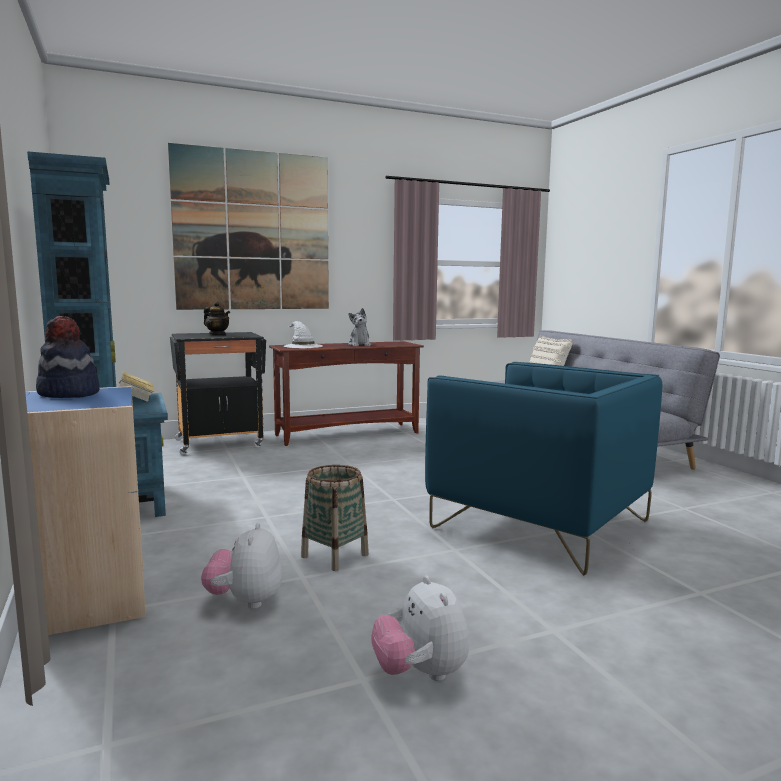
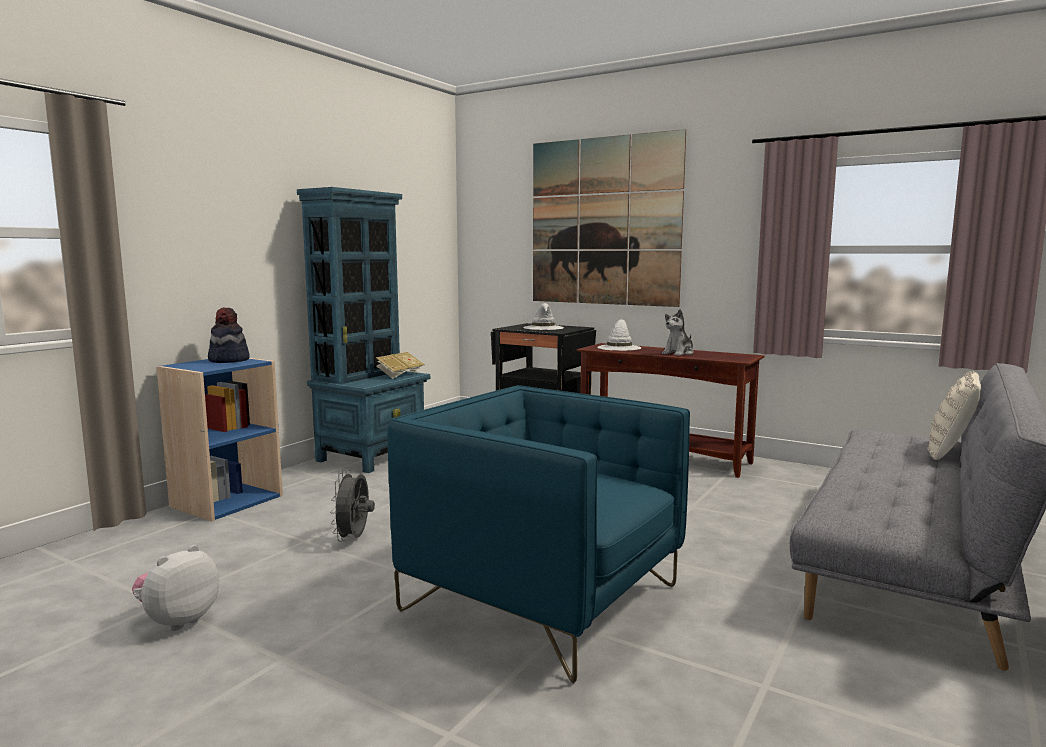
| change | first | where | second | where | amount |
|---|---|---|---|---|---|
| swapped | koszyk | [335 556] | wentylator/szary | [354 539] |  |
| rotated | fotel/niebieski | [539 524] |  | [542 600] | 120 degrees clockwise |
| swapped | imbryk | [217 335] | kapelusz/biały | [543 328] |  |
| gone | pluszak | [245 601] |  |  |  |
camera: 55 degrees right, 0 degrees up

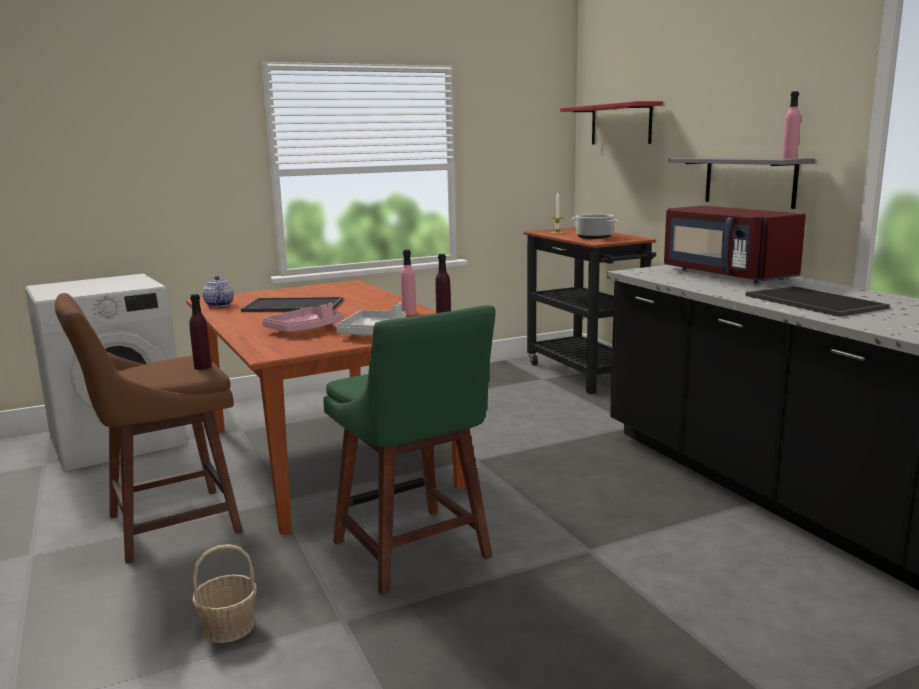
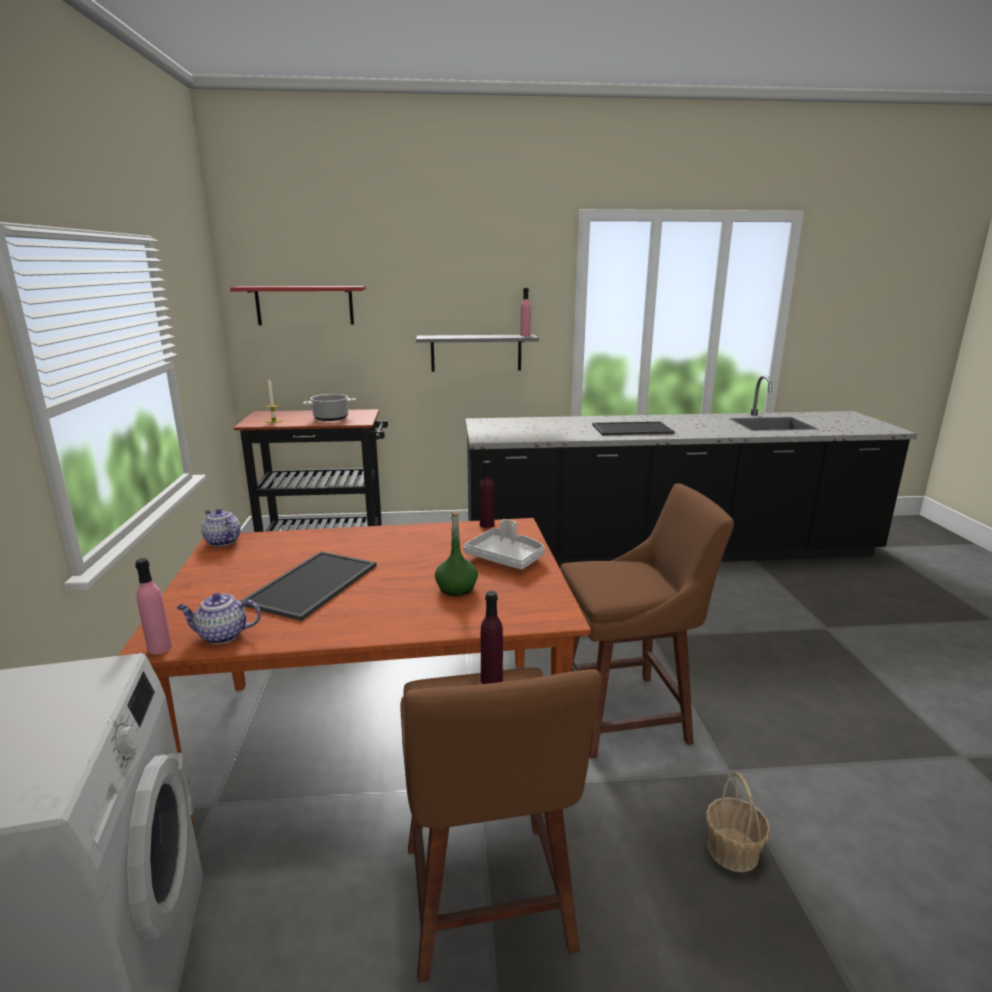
| change | first | where | second | where | amount |
|---|---|---|---|---|---|
| shifted | butelka/różowy | [409 313] |  | [159 648] |  |
| new |  |  | imbryk | [222 541] |  |
| swapped | taca/różowy | [304 329] | butelka/zielony | [457 588] |  |
| repainted | stołek/zielony | [413 552] | stołek/brązowy | [628 713] |  |
| gone | mikrofalówka/czerwony | [725 275] |  |  |  |
camera: 70 degrees left, 5 degrees up

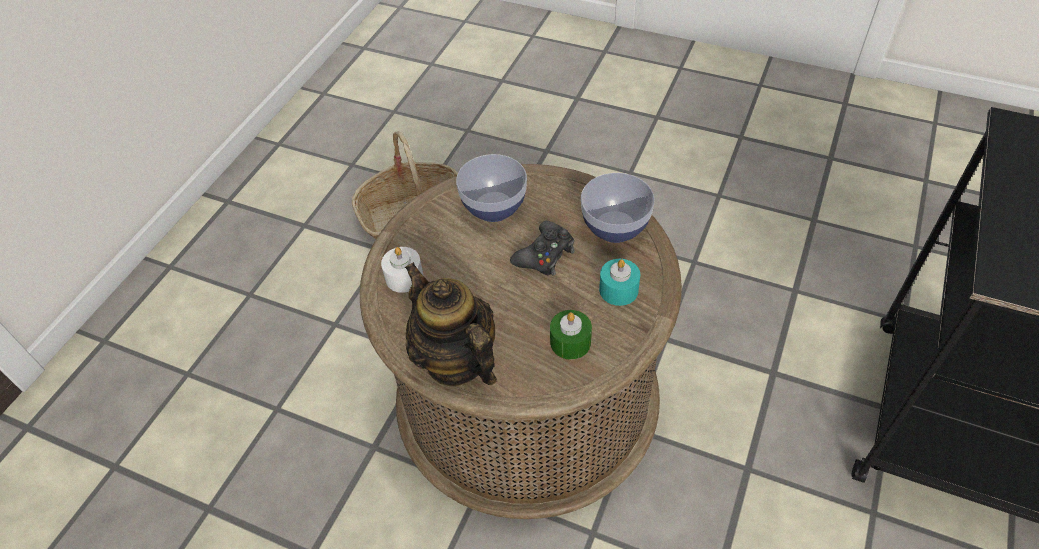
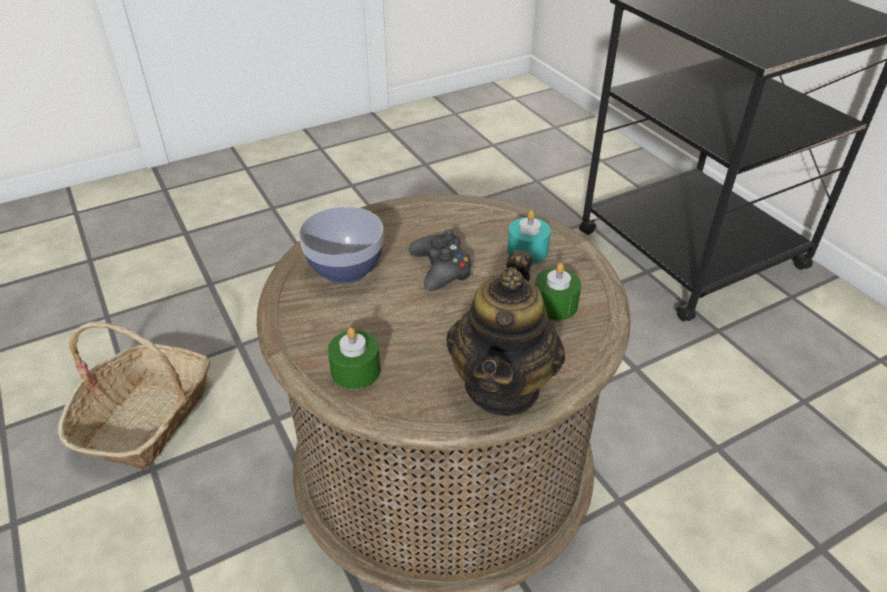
| change | first | where | second | where | amount |
|---|---|---|---|---|---|
| repainted | świeca/biały | [404 277] | świeca/zielony | [355 370] |  |
| rotated | imbryk | [455 360] |  | [503 387] | 75 degrees counterclockwise |
| gone | miska | [614 227] |  |  |  |
camera: 55 degrees left, 10 degrees down

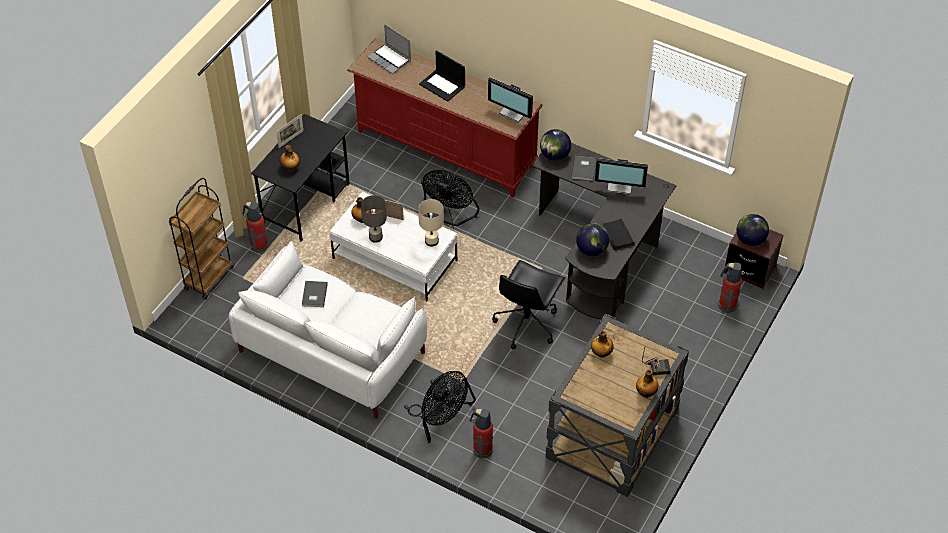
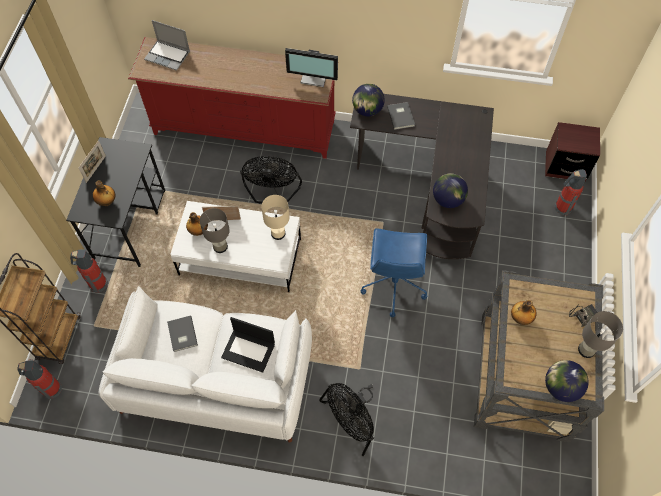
| change | first | where | second | where | amount |
|---|---|---|---|---|---|
| shifted | gaśnica | [481 449] |  | [50 389] |  |
| shifted | laptop | [443 85] |  | [249 350] |  |
| rotated | wentylator/czarny | [439 417] |  | [352 417] | 120 degrees clockwise |
| repainted | krzesło biurowe/czarny | [527 322] | krzesło biurowe/niebieski | [394 283] |  |
| shifted | globus | [750 240] |  | [561 387] |  |
| swapped | butelka | [646 393] | lampa stołowa/szary | [586 349] |  |
| gone | monitor | [620 185] |  |  |  |
| gone | książka/czarny | [616 236] |  |  |  |
camera: 20 degrees left, 10 degrees up

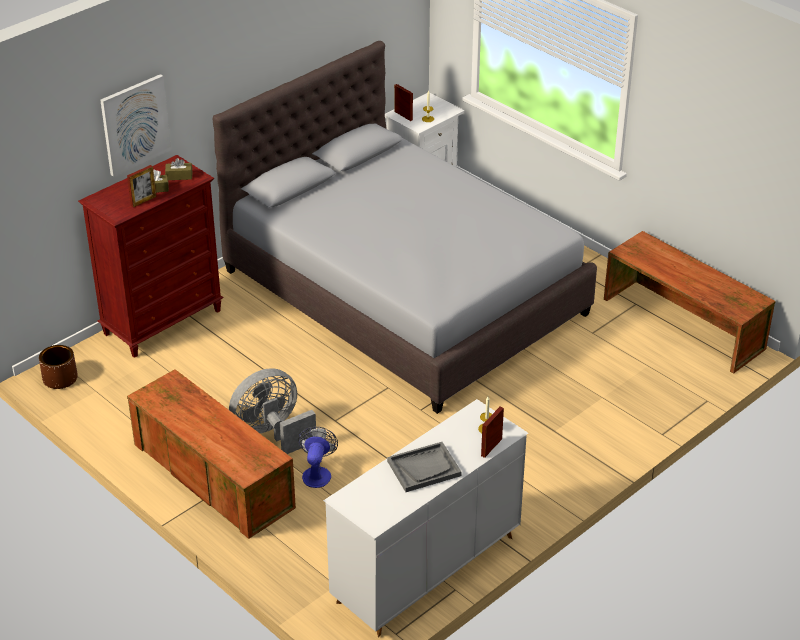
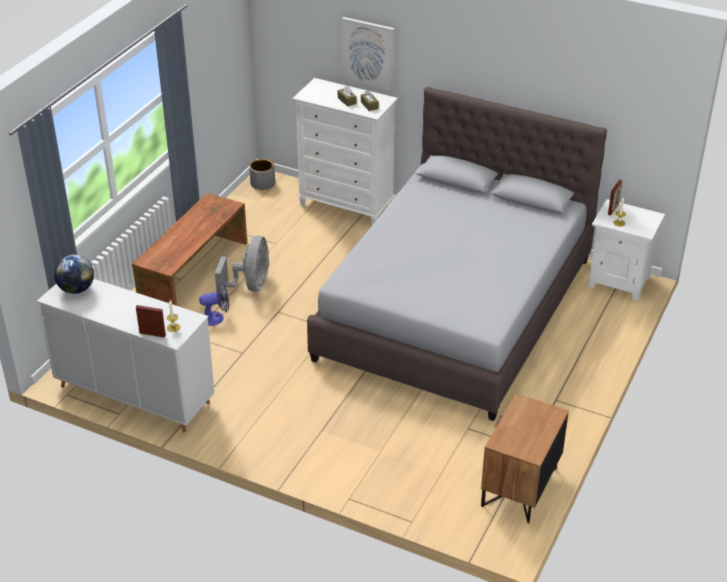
| change | first | where | second | where | amount |
|---|---|---|---|---|---|
| new |  |  | globus | [76 289] |  |
| rotated | wentylator/szary | [272 433] |  | [250 286] | 60 degrees clockwise |
| repainted | donica/brązowy | [60 379] | donica/szary | [262 183] |  |
| repainted | komoda/czerwony | [163 322] | komoda/biały | [347 206] |  |
| swapped | ławka/brązowy | [685 323] | szafka nocna/brązowy | [520 488] |  |
| gone | ramka na zdjęcie | [143 201] |  |  |  |
| gone | taca/szary | [424 468] |  |  |  |
camera: 70 degrees right, 0 degrees up

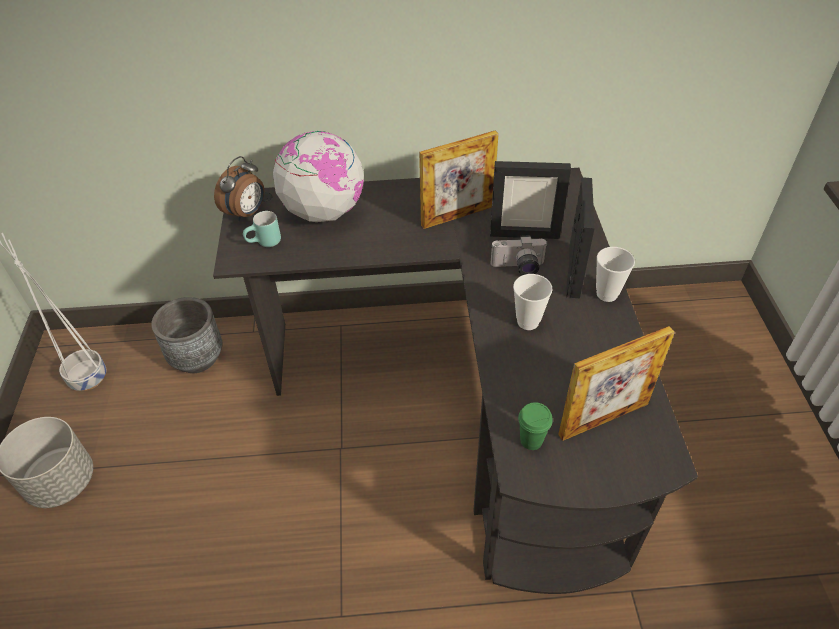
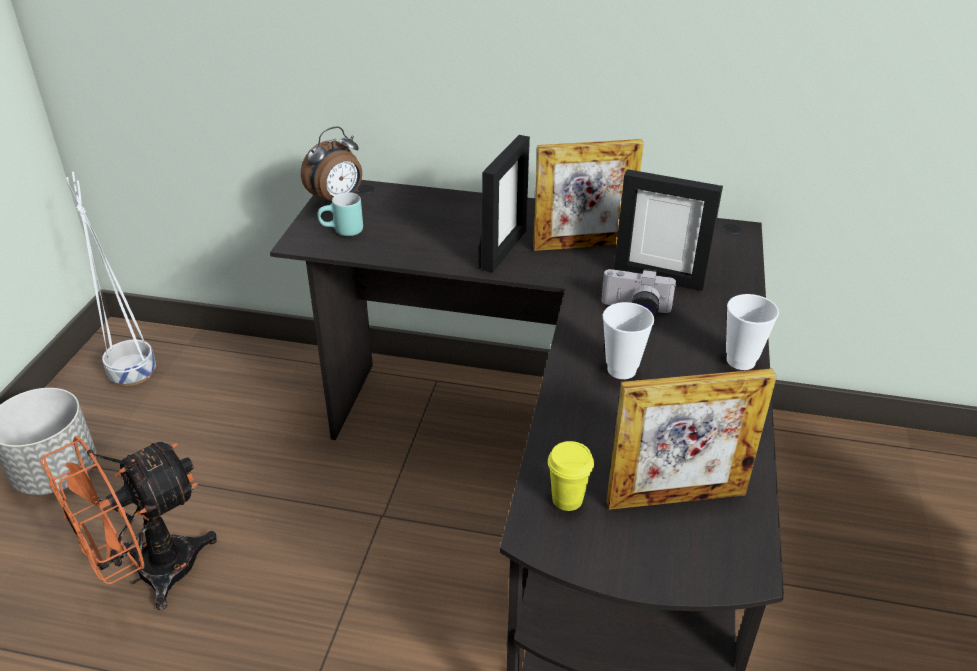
| change | first | where | second | where | amount |
|---|---|---|---|---|---|
| new |  |  | wentylator/pomarańczowy | [150 574] |  |
| shifted | ramka na zdjęcie | [572 271] |  | [503 249] |  |
| repainted | filiżanka/zielony | [531 440] | filiżanka/żółty | [567 499] |  |
| gone | donica/szary | [197 358] |  |  |  |
| gone | globus | [323 212] |  |  |  |
camera: 15 degrees right, 10 degrees down

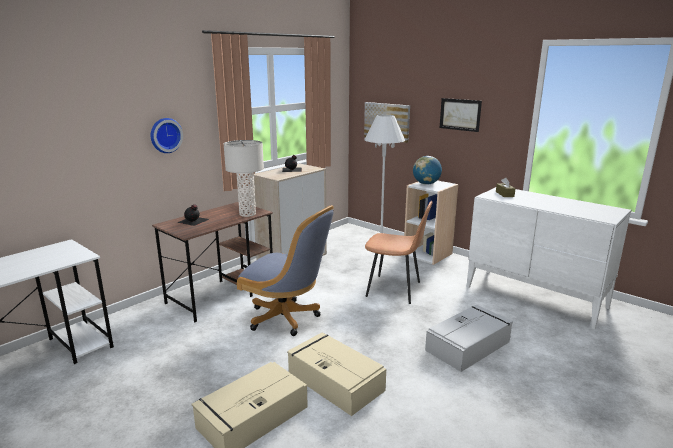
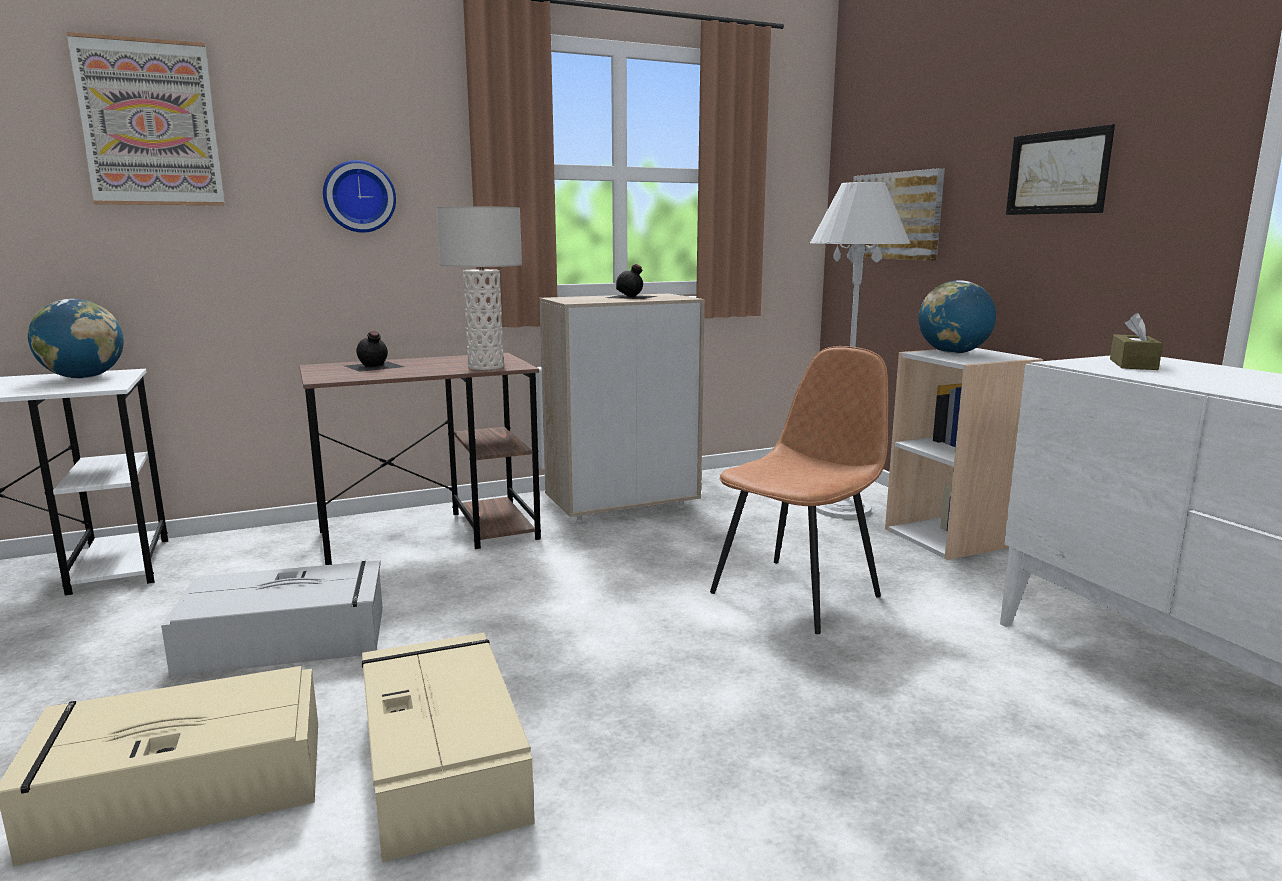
| change | first | where | second | where | amount |
|---|---|---|---|---|---|
| new |  |  | globus | [83 378] |  |
| new |  |  | obraz | [150 123] |  |
| shifted | pojemnik do przechowywania/szary | [468 345] |  | [288 639] |  |
| rotated | krzesło/brązowy | [395 289] |  | [798 593] | 90 degrees counterclockwise |
| gone | krzesło biurowe/niebieski | [289 319] |  |  |  |
camera: 25 degrees right, 5 degrees down

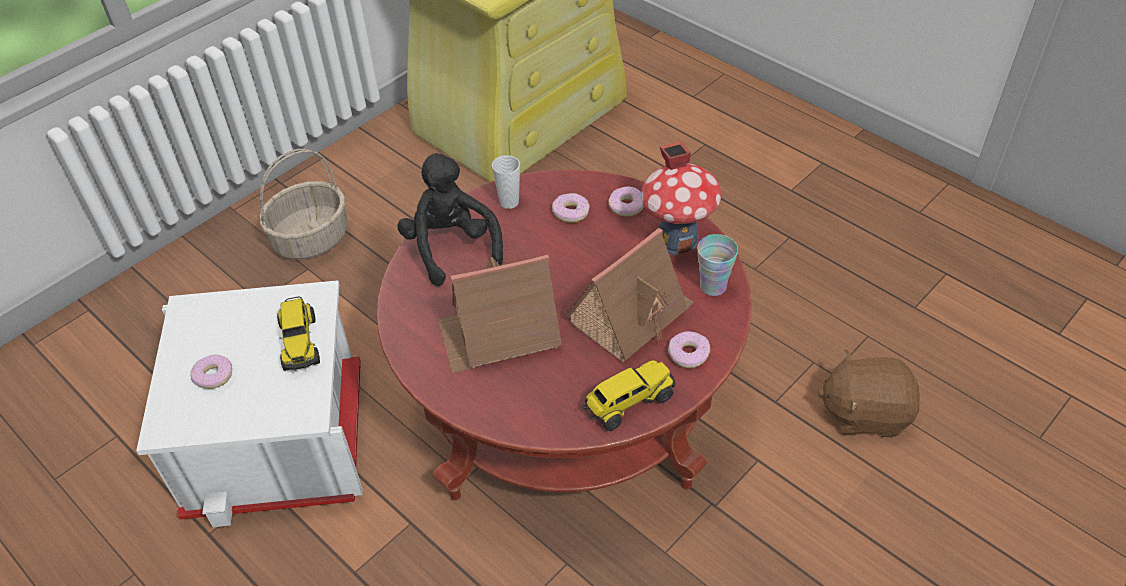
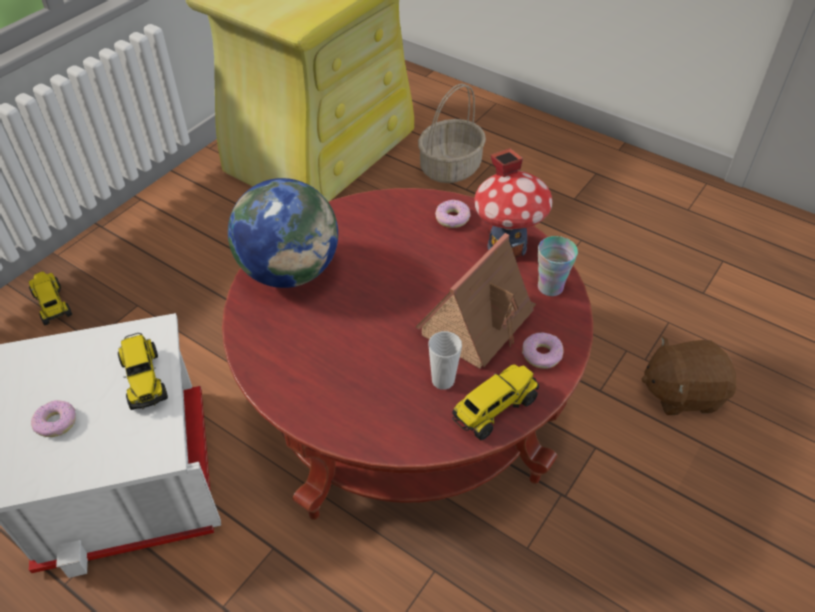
| change | first | where | second | where | amount |
|---|---|---|---|---|---|
| new |  |  | ciężarówka zabawkowa | [52 305] |  |
| swapped | pluszak/czarny | [451 248] | globus | [289 271] |  |
| shifted | koszyk | [311 238] |  | [450 167] |  |
| shifted | filiżanka | [509 202] |  | [443 380] |  |
| gone | domek | [500 333] |  |  |  |
| gone | donut | [571 212] |  |  |  |
camera: 10 degrees left, 0 degrees up

